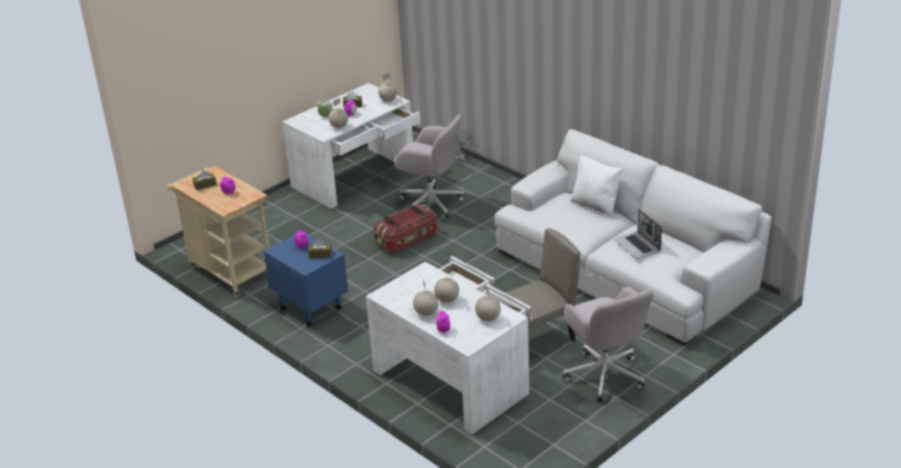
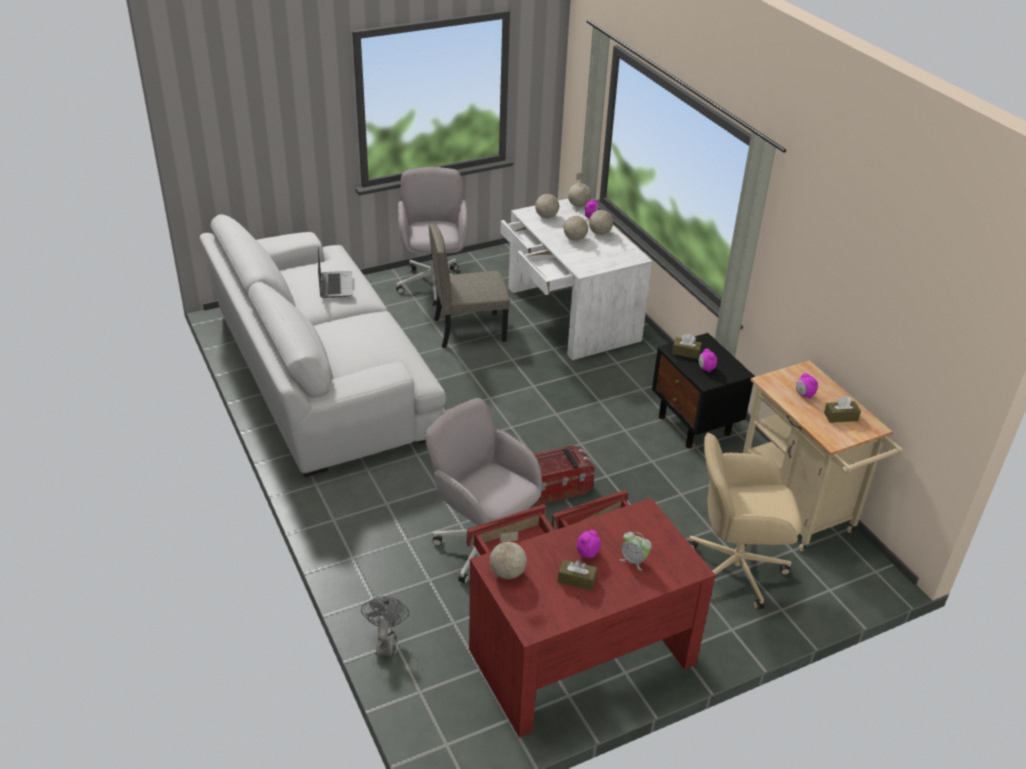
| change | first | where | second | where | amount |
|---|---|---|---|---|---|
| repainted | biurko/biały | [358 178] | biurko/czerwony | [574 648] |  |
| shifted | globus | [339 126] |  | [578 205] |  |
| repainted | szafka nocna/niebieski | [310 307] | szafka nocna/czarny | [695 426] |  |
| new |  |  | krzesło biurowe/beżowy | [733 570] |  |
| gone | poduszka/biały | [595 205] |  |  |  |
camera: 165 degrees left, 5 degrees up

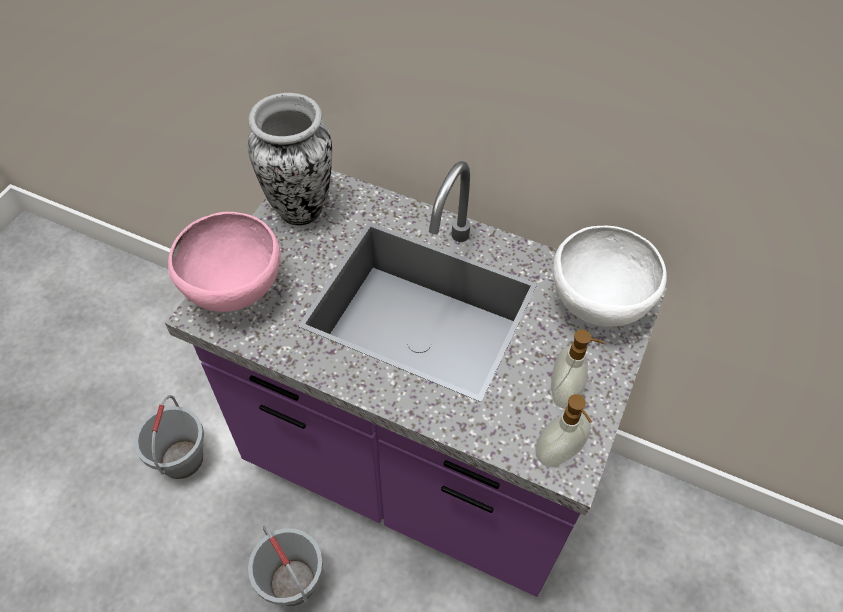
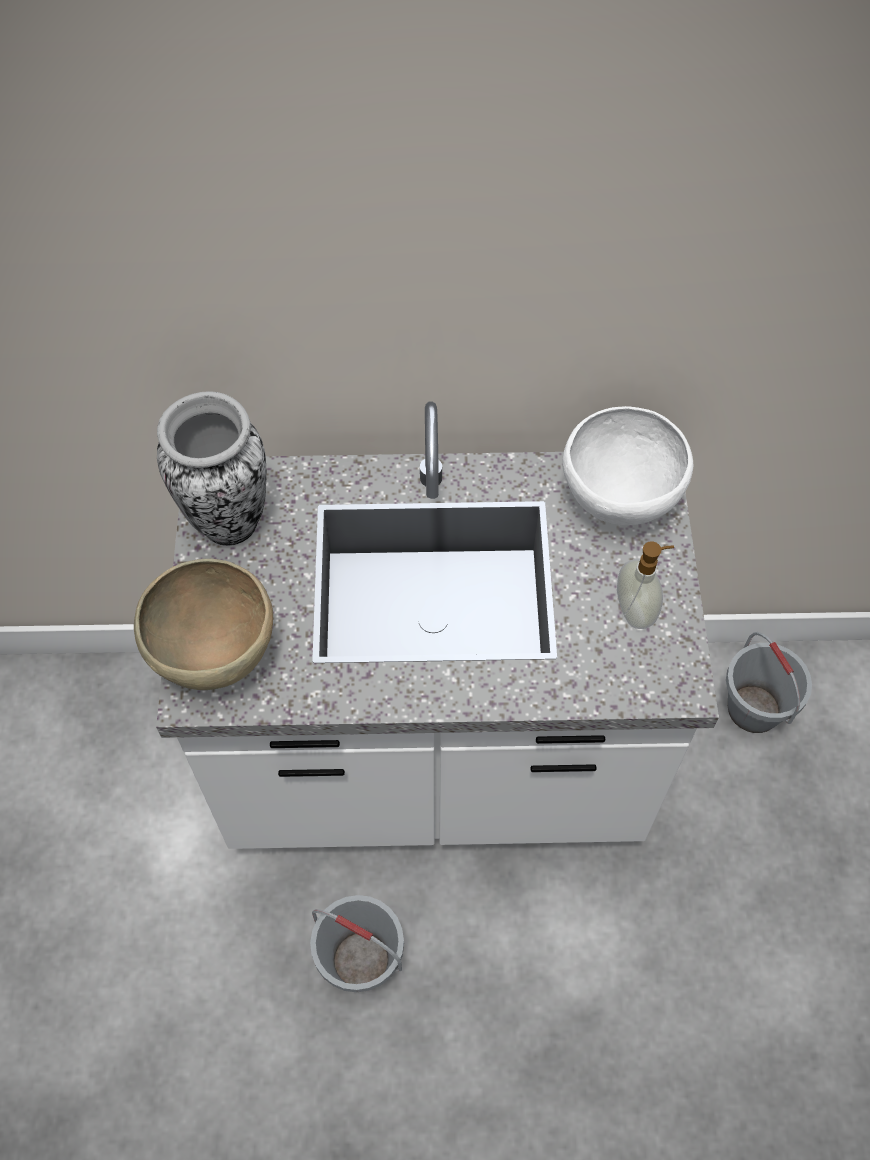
| change | first | where | second | where | amount |
|---|---|---|---|---|---|
| repainted | miska/różowy | [235 291] | miska/brązowy | [215 653] |  |
| repainted | zabudowa kuchenna/fioletowy | [417 467] | zabudowa kuchenna/biały | [435 762] |  |
| shifted | wiadro/szary | [182 459] |  | [754 709] |  |
| gone | dozownik mydła | [558 455] |  |  |  |
camera: 25 degrees left, 5 degrees up

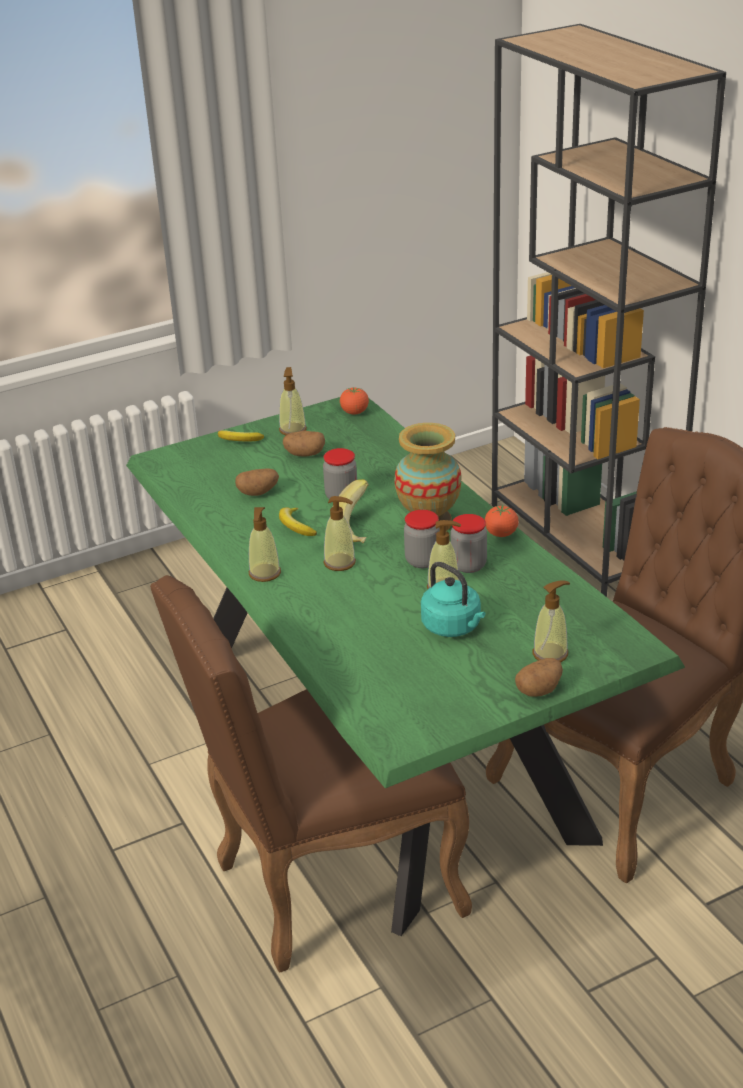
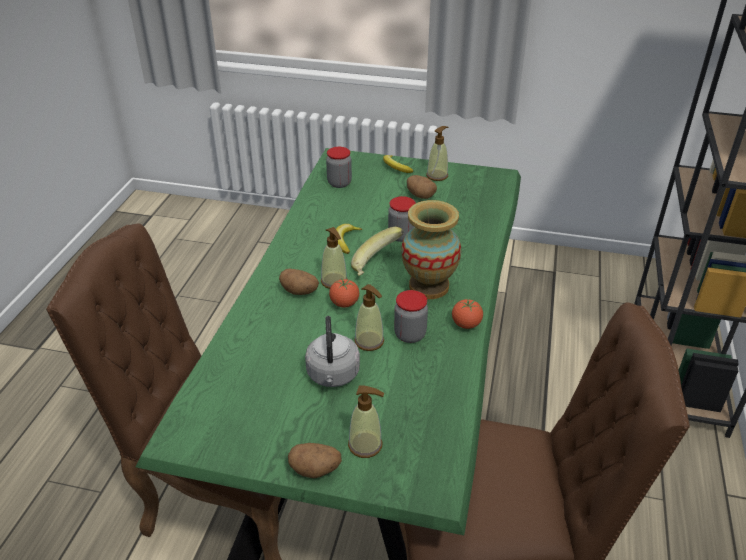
| change | first | where | second | where | amount |
|---|---|---|---|---|---|
| shifted | ziemniak | [258 492] |  | [300 291] |  |
| repainted | czajnik/turkusowy | [453 627] | czajnik/szary | [333 376] |  |
| shifted | słoik | [422 561] |  | [339 183] |  |
| shifted | pomidor | [354 412] |  | [344 303] |  |
| gone | dozownik mydła | [264 573] |  |  |  |
camera: 40 degrees right, 5 degrees up

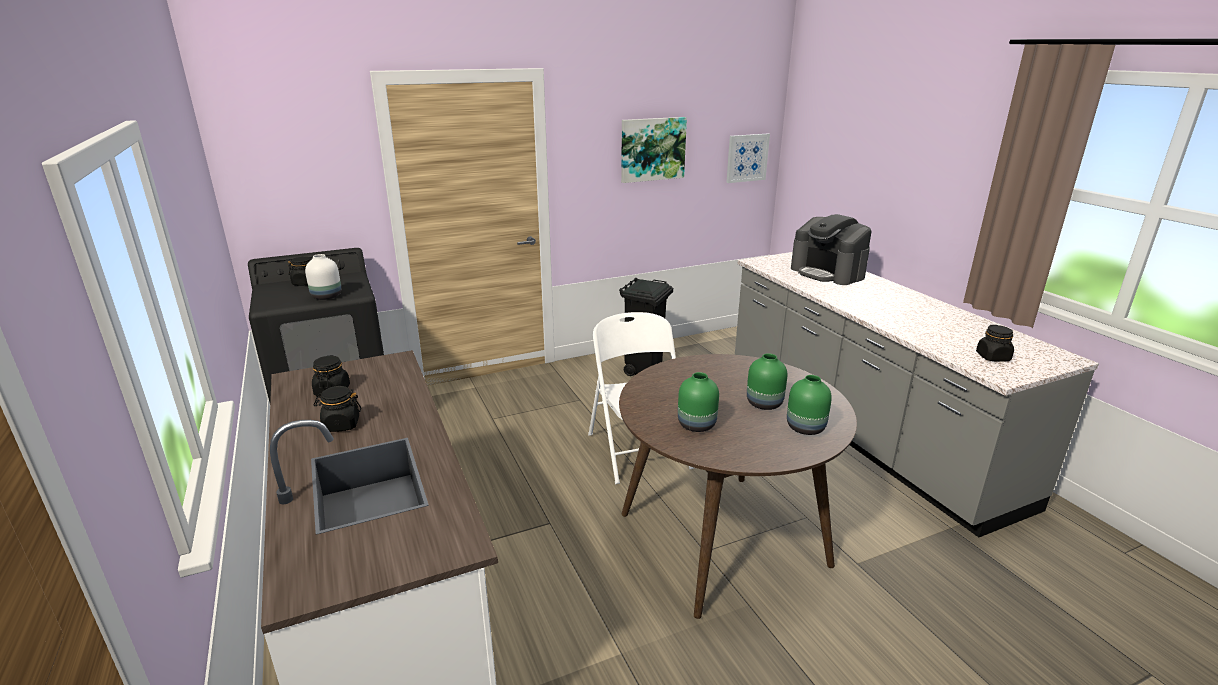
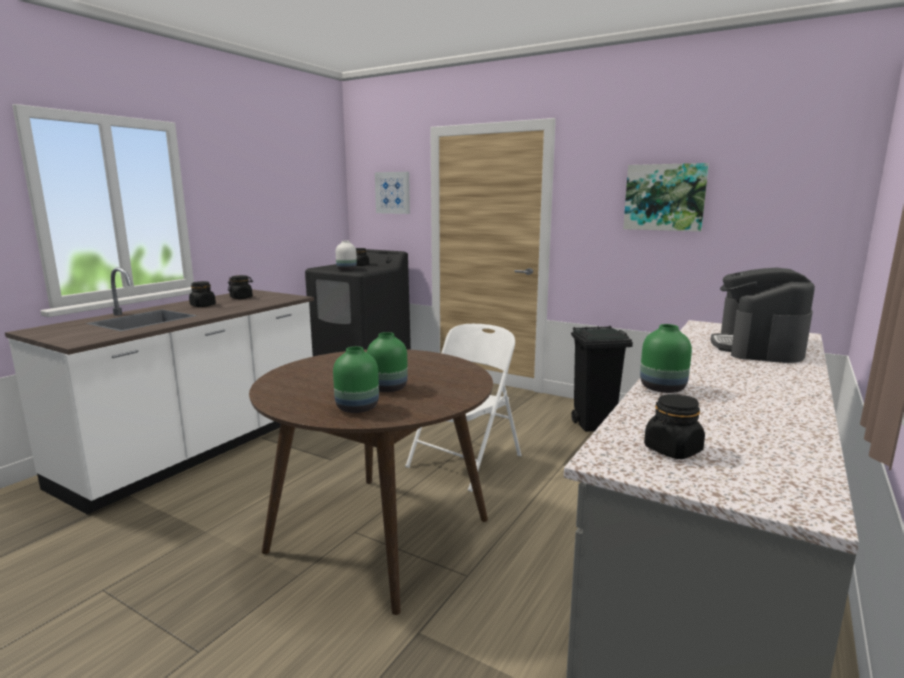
| change | first | where | second | where | amount |
|---|---|---|---|---|---|
| shifted | obraz | [747 158] |  | [393 192] |  |
| shifted | wazon/zielony | [695 425] |  | [661 388] |  |
camera: 55 degrees right, 10 degrees down

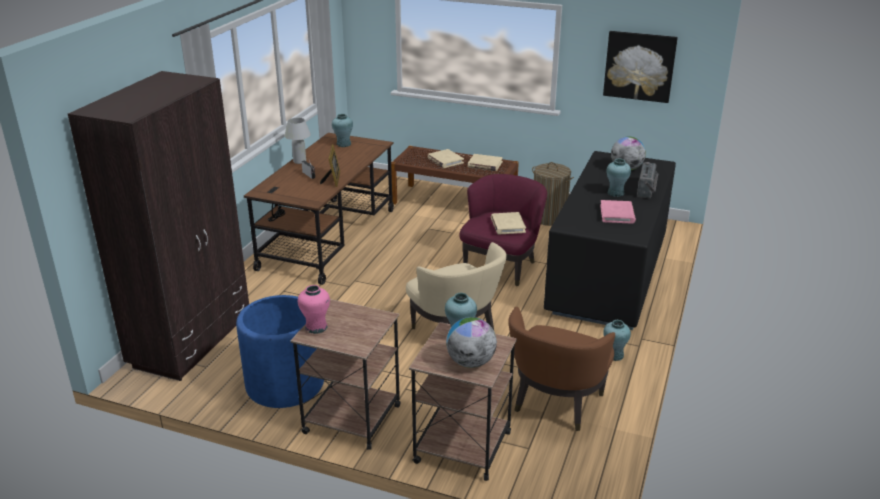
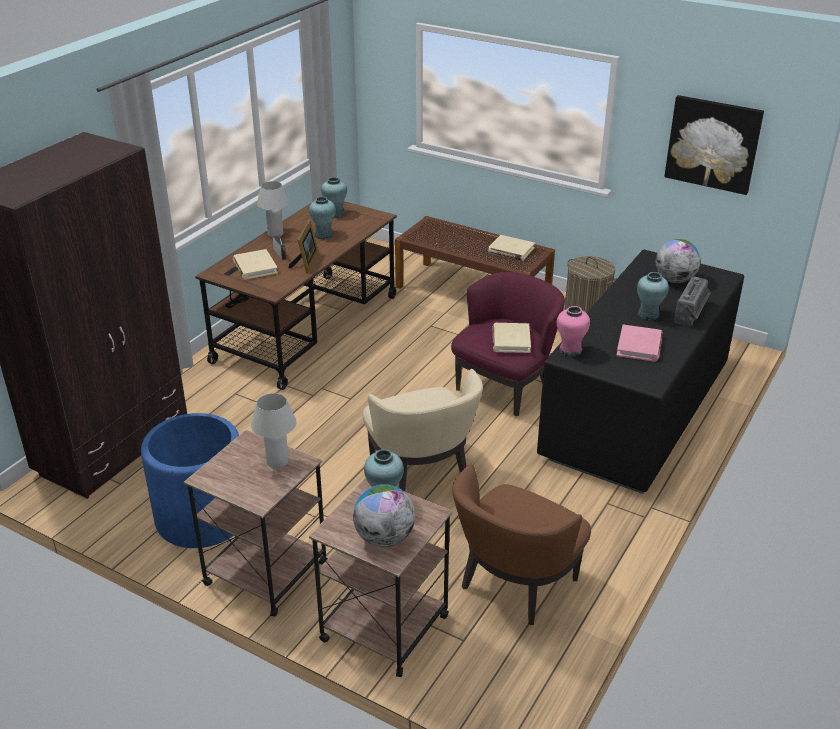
| change | first | where | second | where | amount |
|---|---|---|---|---|---|
| shifted | książka/beżowy | [445 160] |  | [255 267] |  |
| new |  |  | lampa stołowa/biały | [277 462] |  |
| shifted | wazon/turkusowy | [614 355] |  | [323 235] |  |
| shifted | wazon/różowy | [316 327] |  | [570 350] |  |
camera: 10 degrees right, 5 degrees up

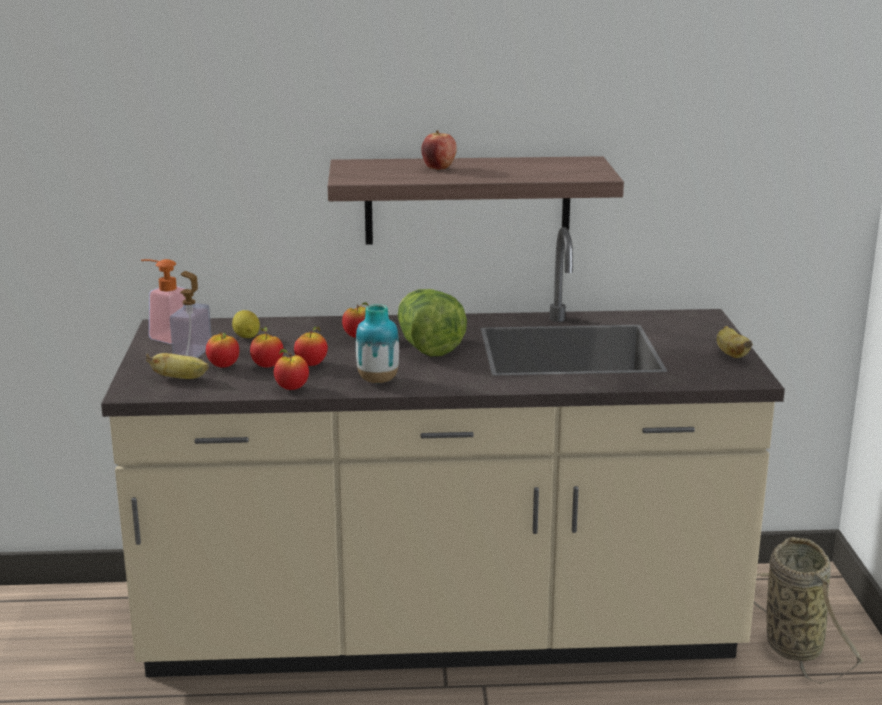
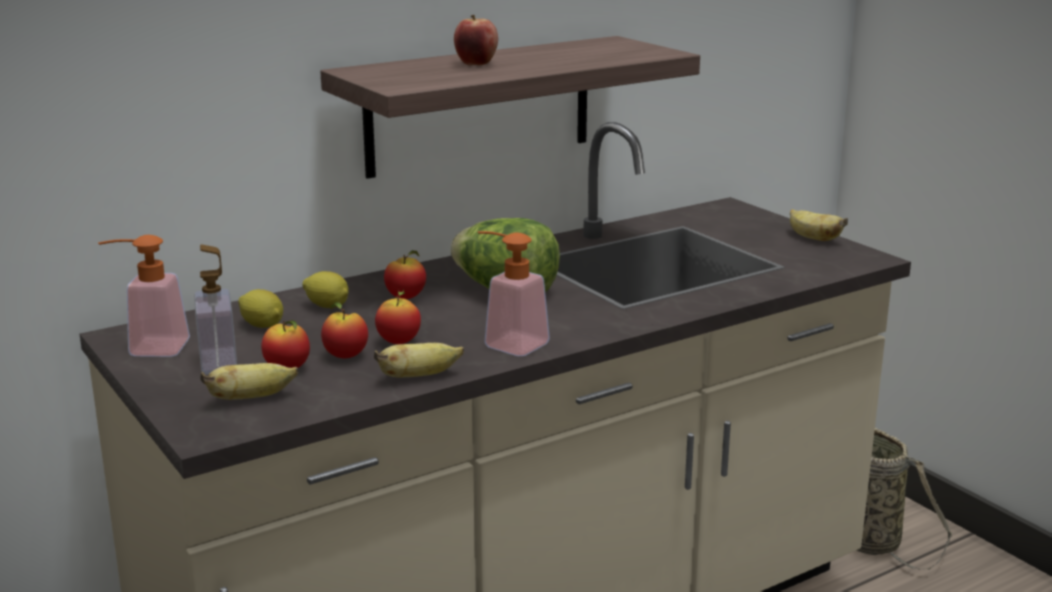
| change | first | where | second | where | amount |
|---|---|---|---|---|---|
| new |  |  | cytryna | [327 306] |  |
| swapped | jabłko | [292 388] | banan | [419 376] |  |
| swapped | wazon | [378 380] | dozownik mydła | [508 343] |  |
camera: 30 degrees left, 0 degrees up

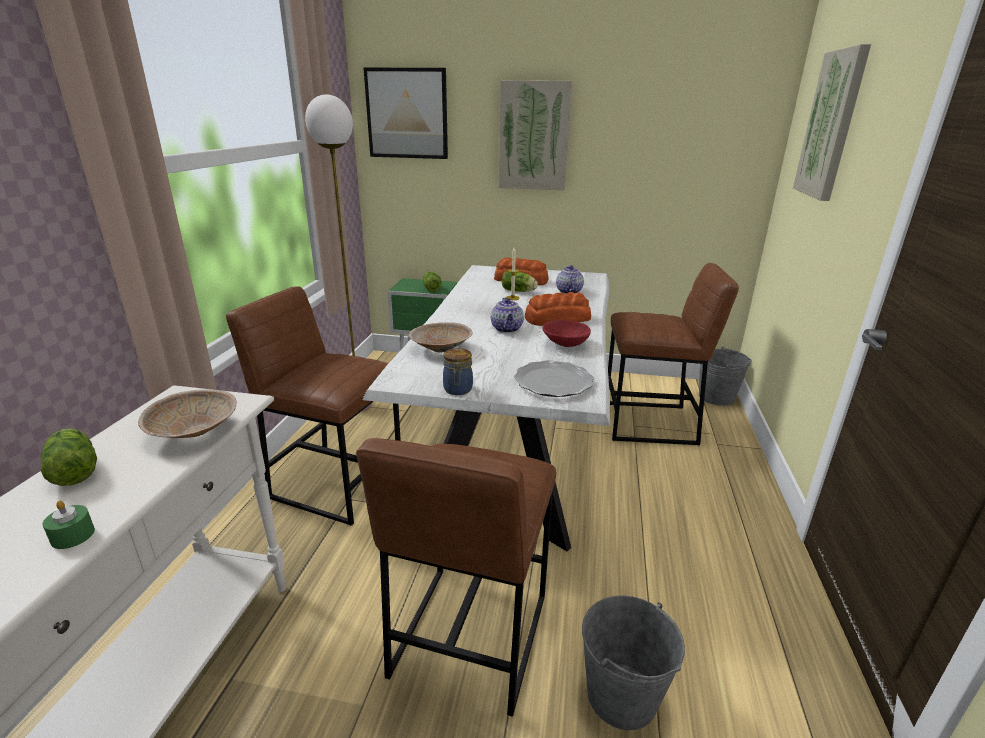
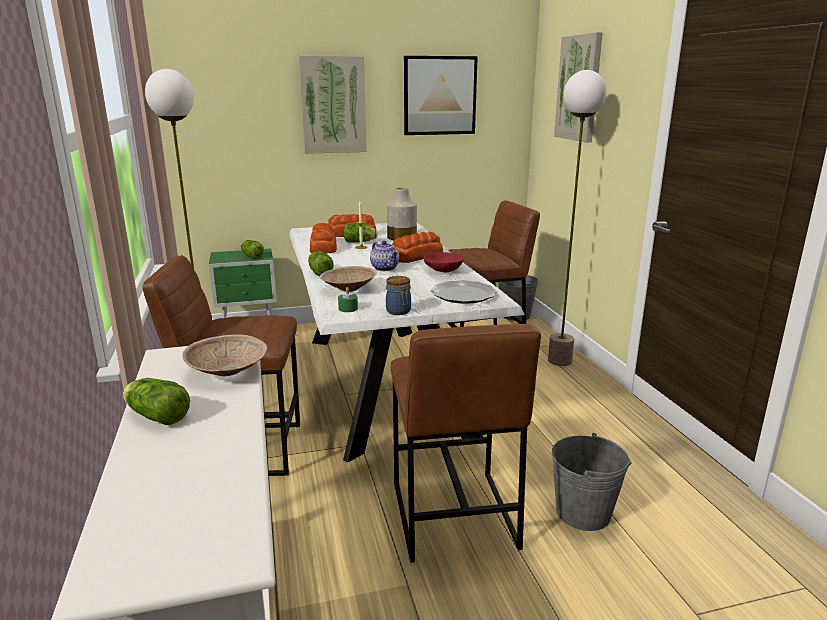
| change | first | where | second | where | amount |
|---|---|---|---|---|---|
| new |  |  | sałata | [320 272] |  |
| new |  |  | chleb | [323 247] |  |
| shifted | świeca/zielony | [73 535] |  | [348 308] |  |
| swapped | imbryk | [568 291] | wazon/beżowy | [401 237] |  |
| shifted | obraz | [407 114] |  | [439 96] |  |
| new |  |  | lampa stojąca | [560 360] |  |
camera: 25 degrees left, 5 degrees down

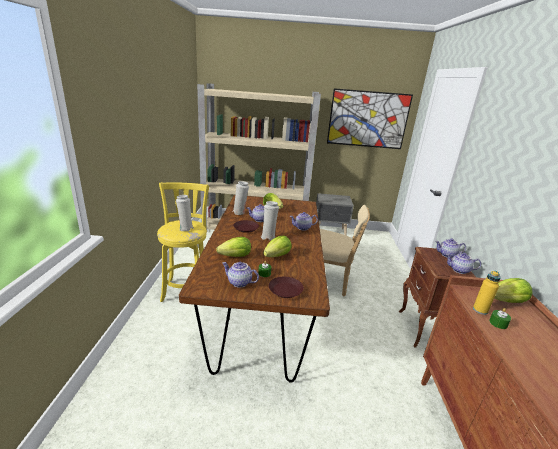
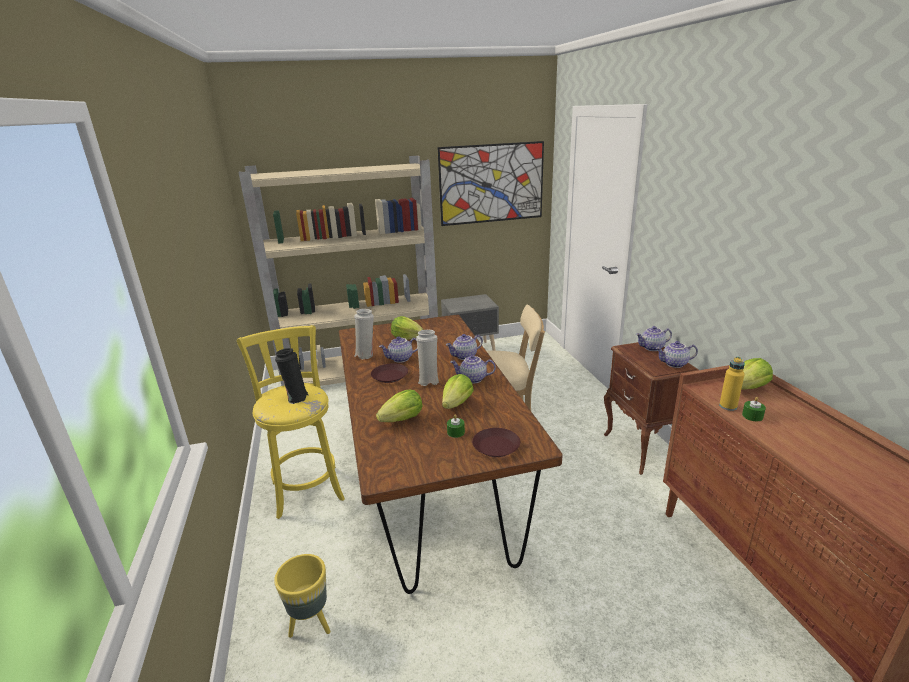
| change | first | where | second | where | amount |
|---|---|---|---|---|---|
| new |  |  | donica/żółty | [311 624] |  |
| repainted | wazon/biały | [185 228] | wazon/czarny | [296 398] |  |
| shifted | imbryk | [239 283] |  | [473 379] |  |
camera: 15 degrees left, 0 degrees up

